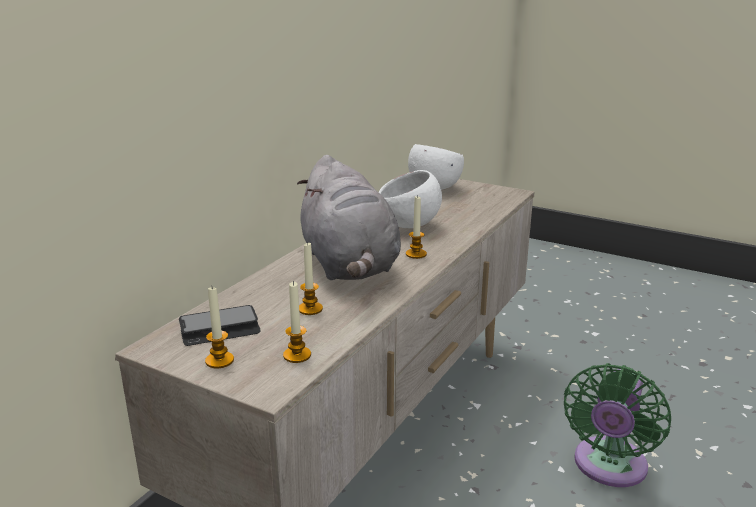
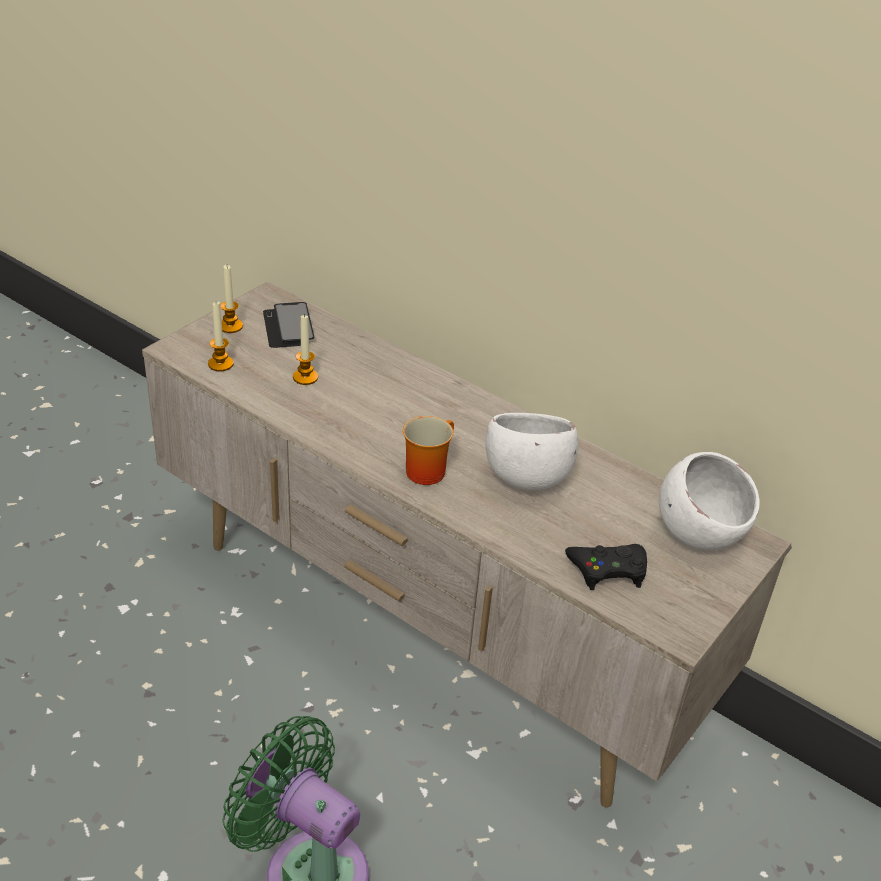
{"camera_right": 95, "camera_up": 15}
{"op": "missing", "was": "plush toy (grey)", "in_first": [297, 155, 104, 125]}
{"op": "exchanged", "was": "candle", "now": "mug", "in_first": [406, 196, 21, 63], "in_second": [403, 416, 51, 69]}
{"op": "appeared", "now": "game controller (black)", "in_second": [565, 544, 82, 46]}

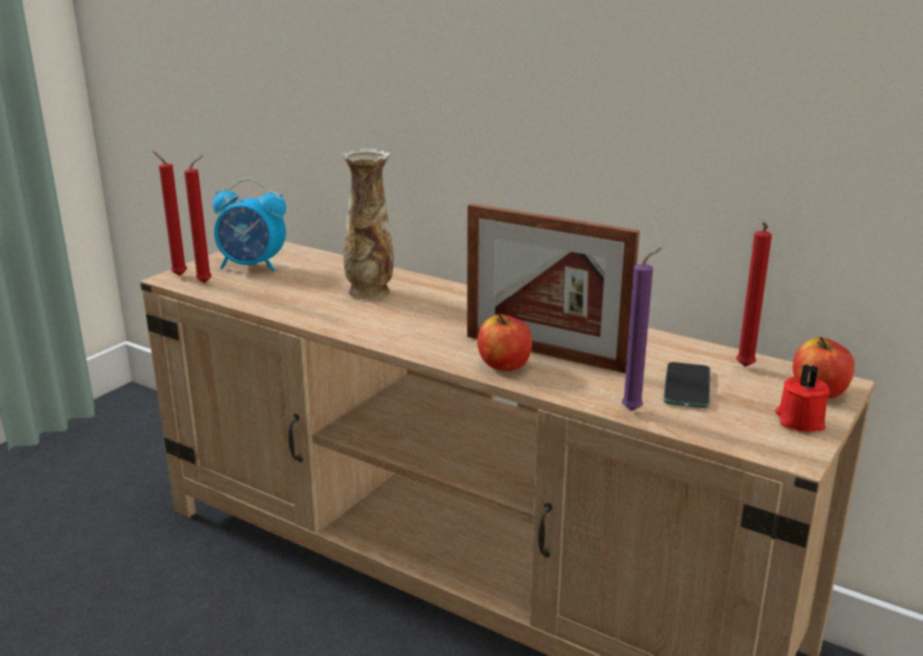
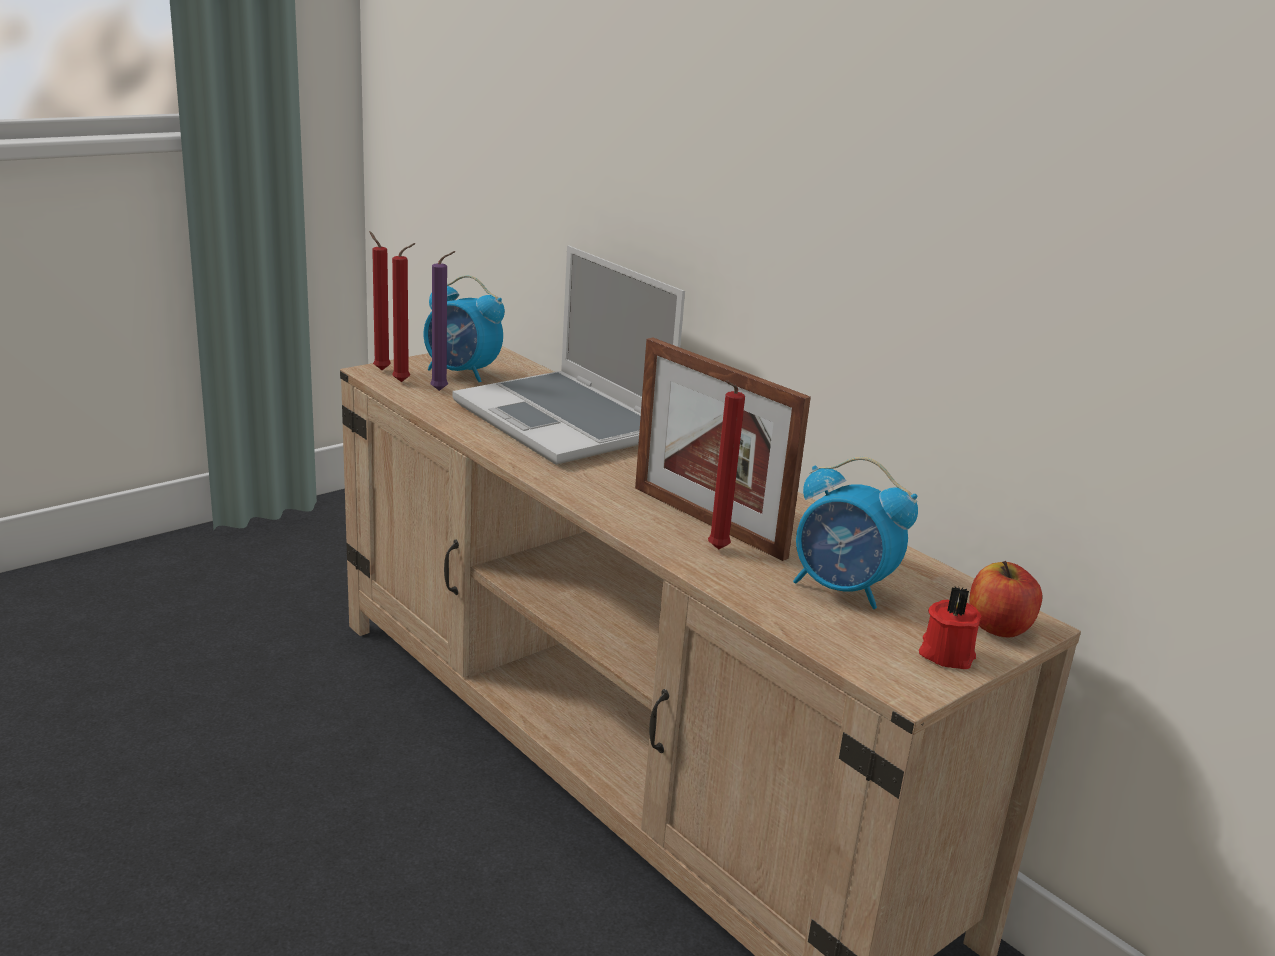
{"camera_right": 15, "camera_up": 0}
{"op": "exchanged", "was": "vase", "now": "laptop", "in_first": [342, 148, 52, 152], "in_second": [452, 245, 233, 220]}
{"op": "relocated", "was": "candle (red)", "in_first": [736, 222, 36, 145], "in_second": [708, 380, 37, 170]}
{"op": "relocated", "was": "candle (purple)", "in_first": [622, 247, 40, 164], "in_second": [430, 251, 26, 140]}
{"op": "missing", "was": "apple", "in_first": [477, 314, 55, 57]}
{"op": "exchanged", "was": "phone", "now": "alarm clock", "in_first": [663, 362, 47, 46], "in_second": [793, 457, 125, 152]}

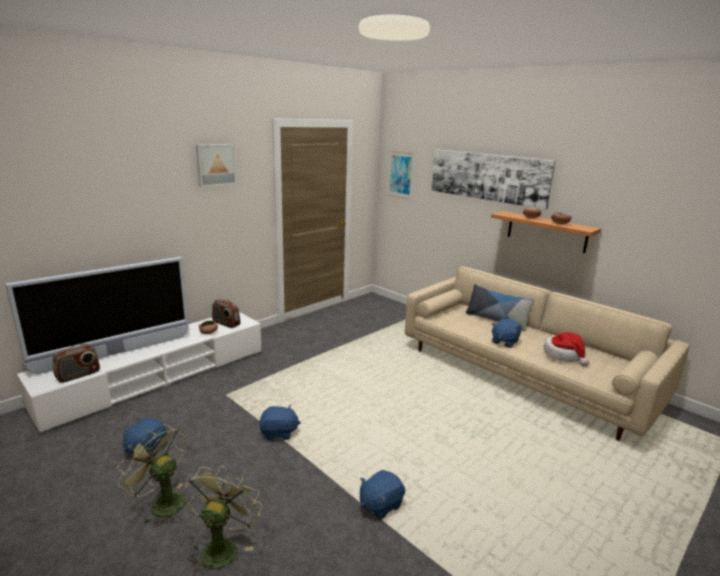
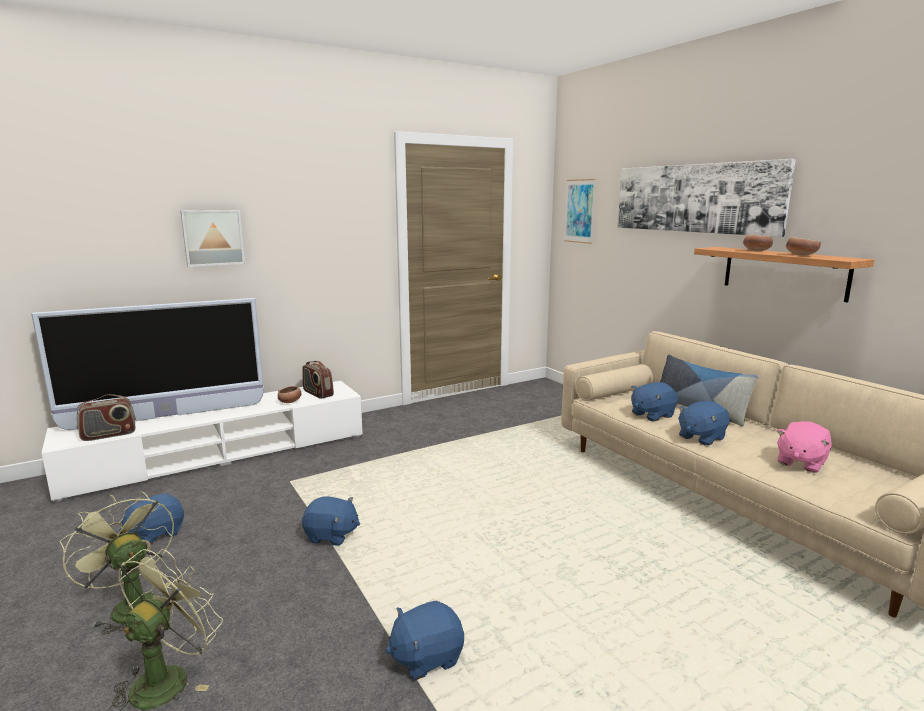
{"camera_right": 15, "camera_up": -5}
{"op": "relocated", "was": "picture", "in_first": [196, 144, 41, 43], "in_second": [180, 210, 65, 57]}
{"op": "exchanged", "was": "hat", "now": "plush toy (pink)", "in_first": [544, 332, 46, 34], "in_second": [777, 421, 55, 52]}
{"op": "appeared", "now": "plush toy (blue)", "in_second": [631, 382, 47, 39]}

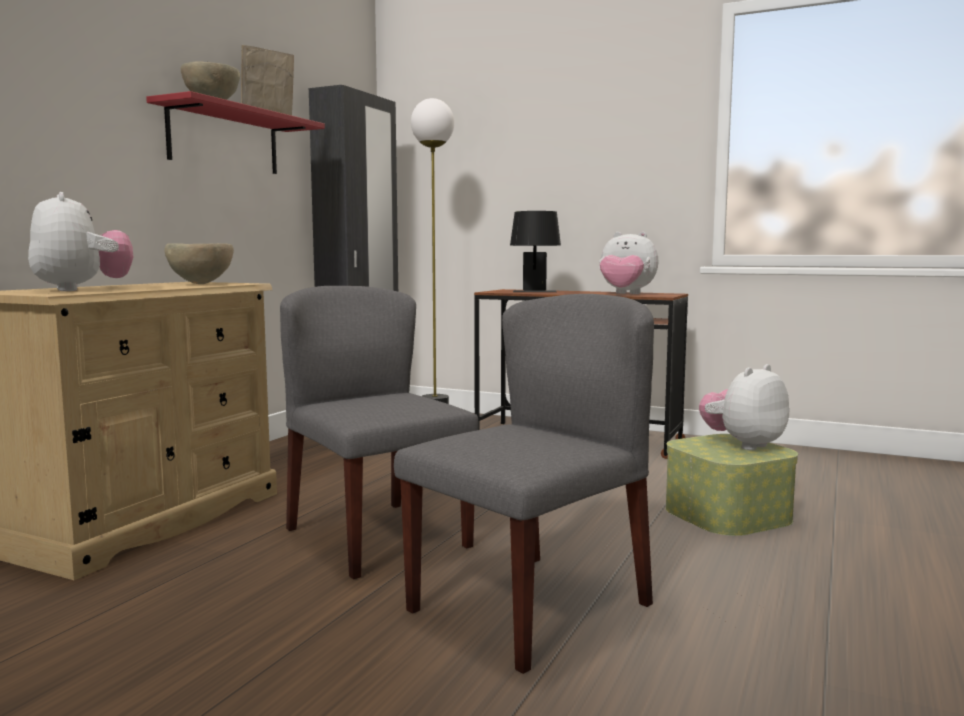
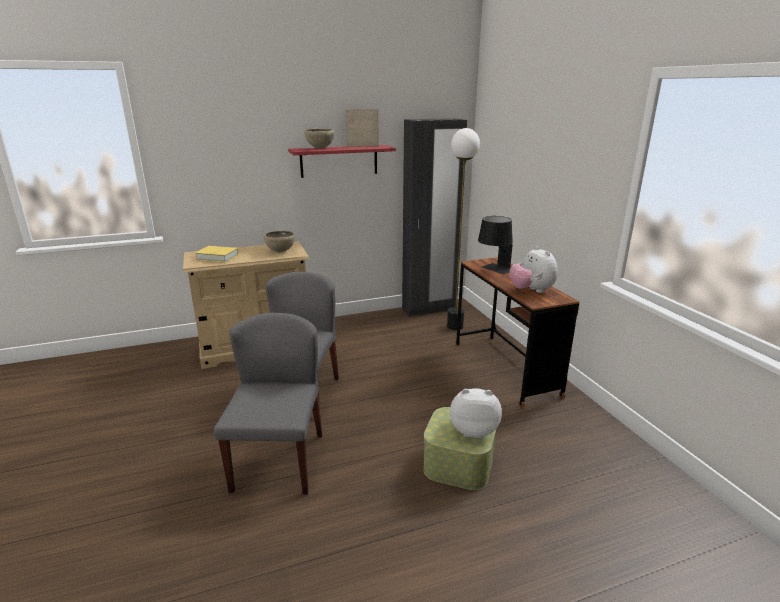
{"camera_right": 45, "camera_up": 15}
{"op": "exchanged", "was": "plush toy", "now": "book (yellow)", "in_first": [28, 192, 105, 99], "in_second": [195, 246, 44, 17]}
{"op": "spun", "was": "chair (grey)", "in_first": [394, 294, 260, 380], "in_second": [213, 313, 109, 181], "clockwise": -90}

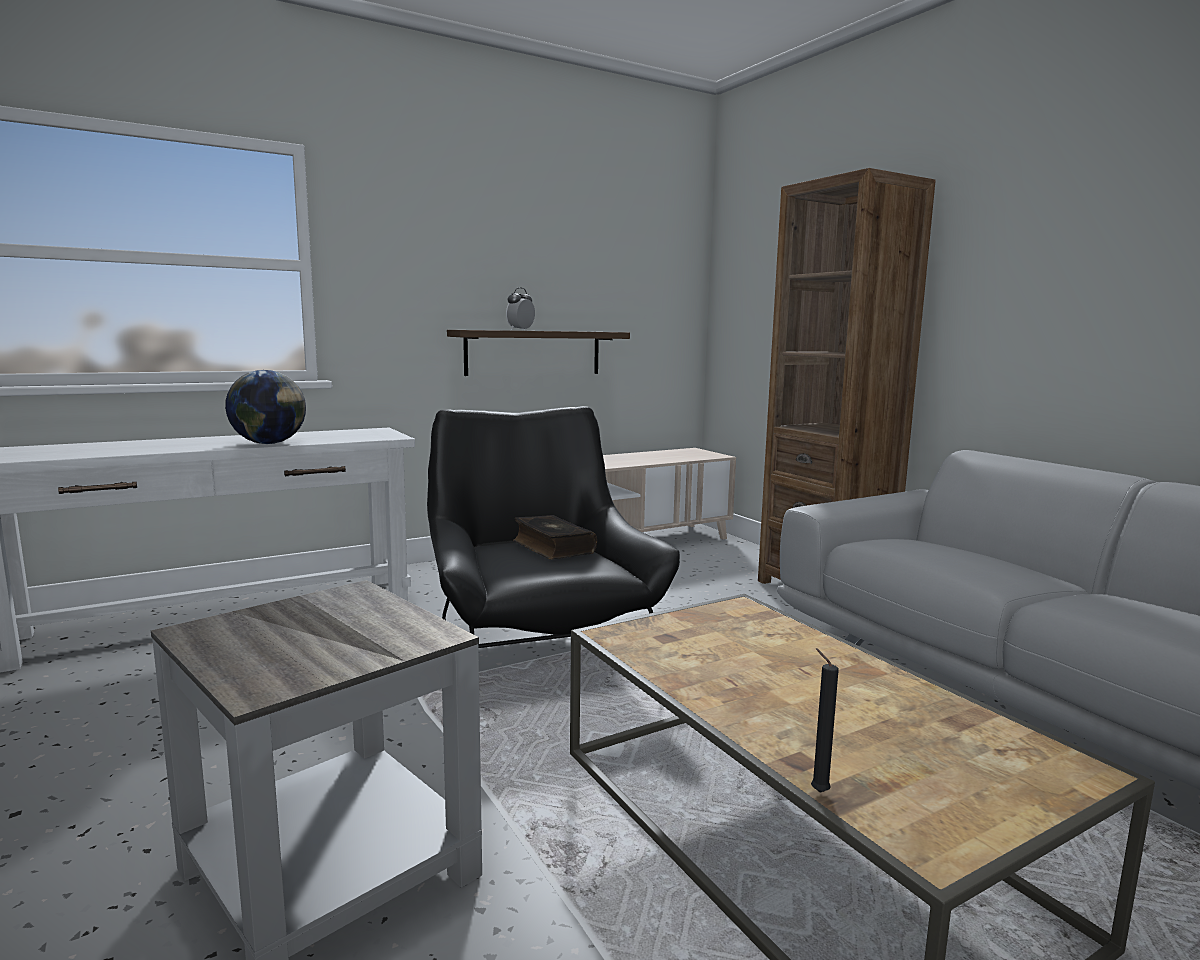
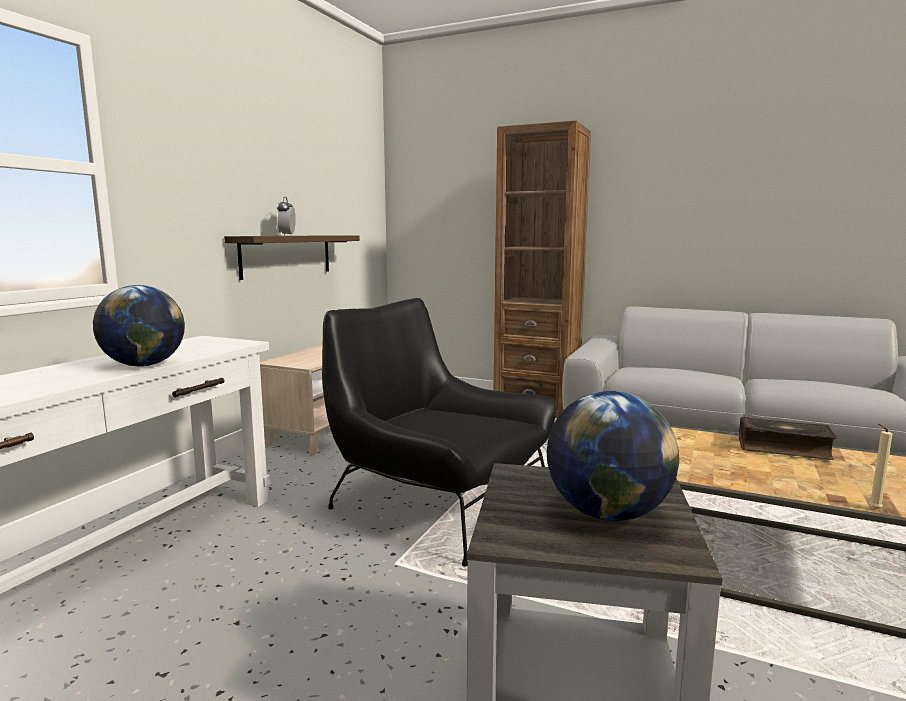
{"camera_right": -35, "camera_up": 0}
{"op": "relocated", "was": "book", "in_first": [513, 515, 84, 45], "in_second": [739, 417, 98, 43]}
{"op": "colour", "was": "candle (black)", "now": "candle (beige)", "in_first": [811, 648, 28, 145], "in_second": [869, 424, 23, 85]}
{"op": "appeared", "now": "globe", "in_second": [547, 391, 132, 130]}

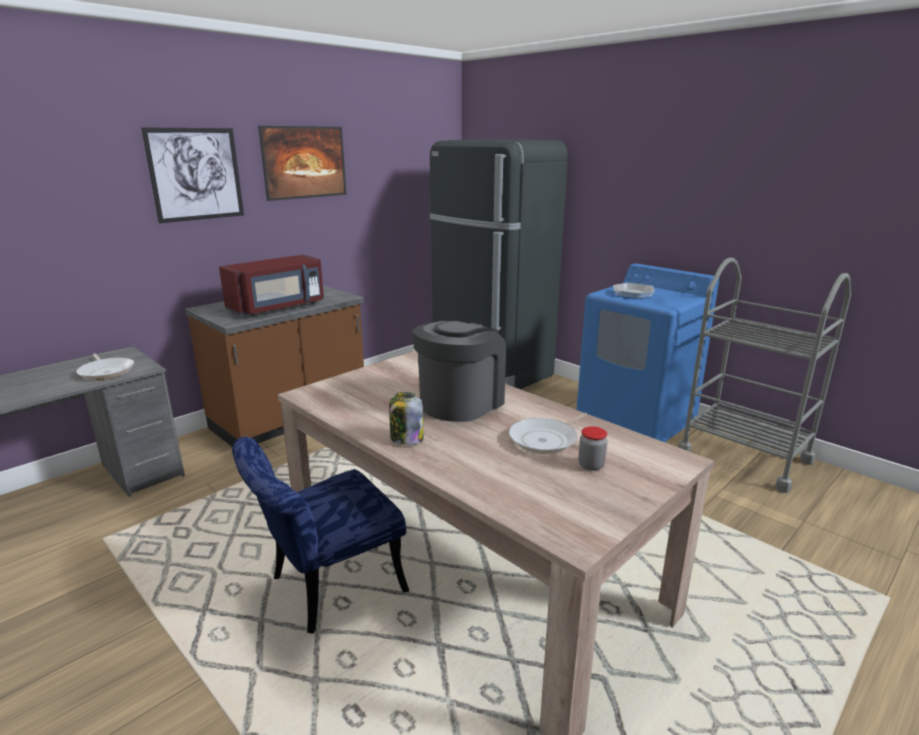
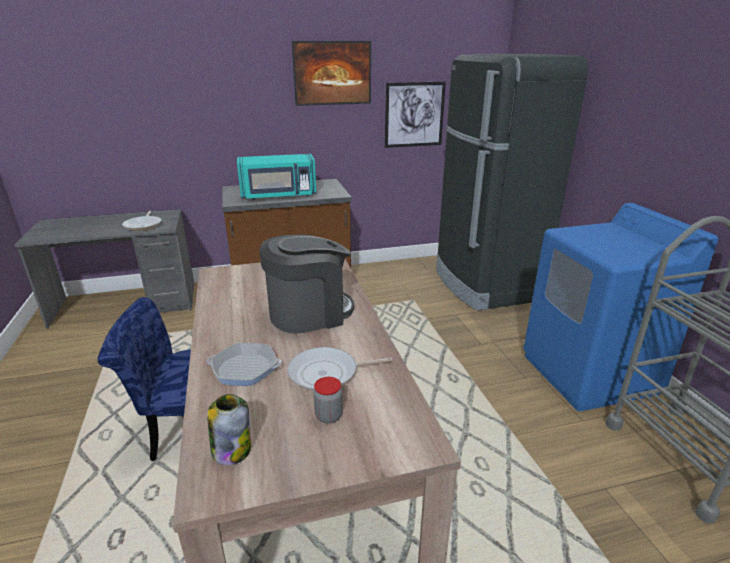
{"camera_right": 30, "camera_up": 5}
{"op": "relocated", "was": "picture", "in_first": [141, 127, 103, 96], "in_second": [385, 82, 61, 66]}
{"op": "colour", "was": "microwave (red)", "now": "microwave (turquoise)", "in_first": [219, 255, 105, 61], "in_second": [237, 154, 79, 46]}
{"op": "relocated", "was": "frying pan", "in_first": [613, 283, 42, 16], "in_second": [207, 343, 75, 43]}
{"op": "relocated", "was": "jar", "in_first": [389, 392, 34, 53], "in_second": [207, 394, 44, 71]}

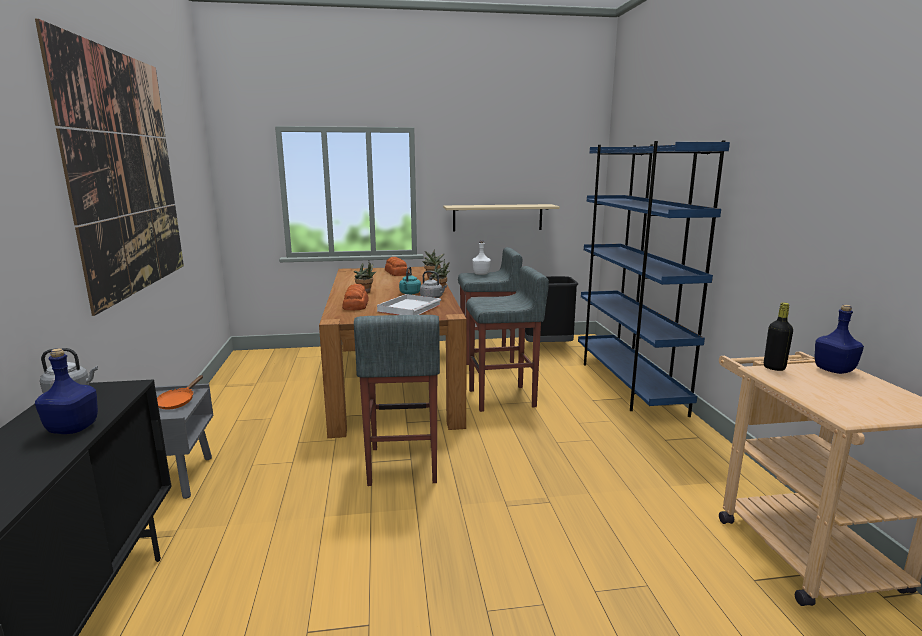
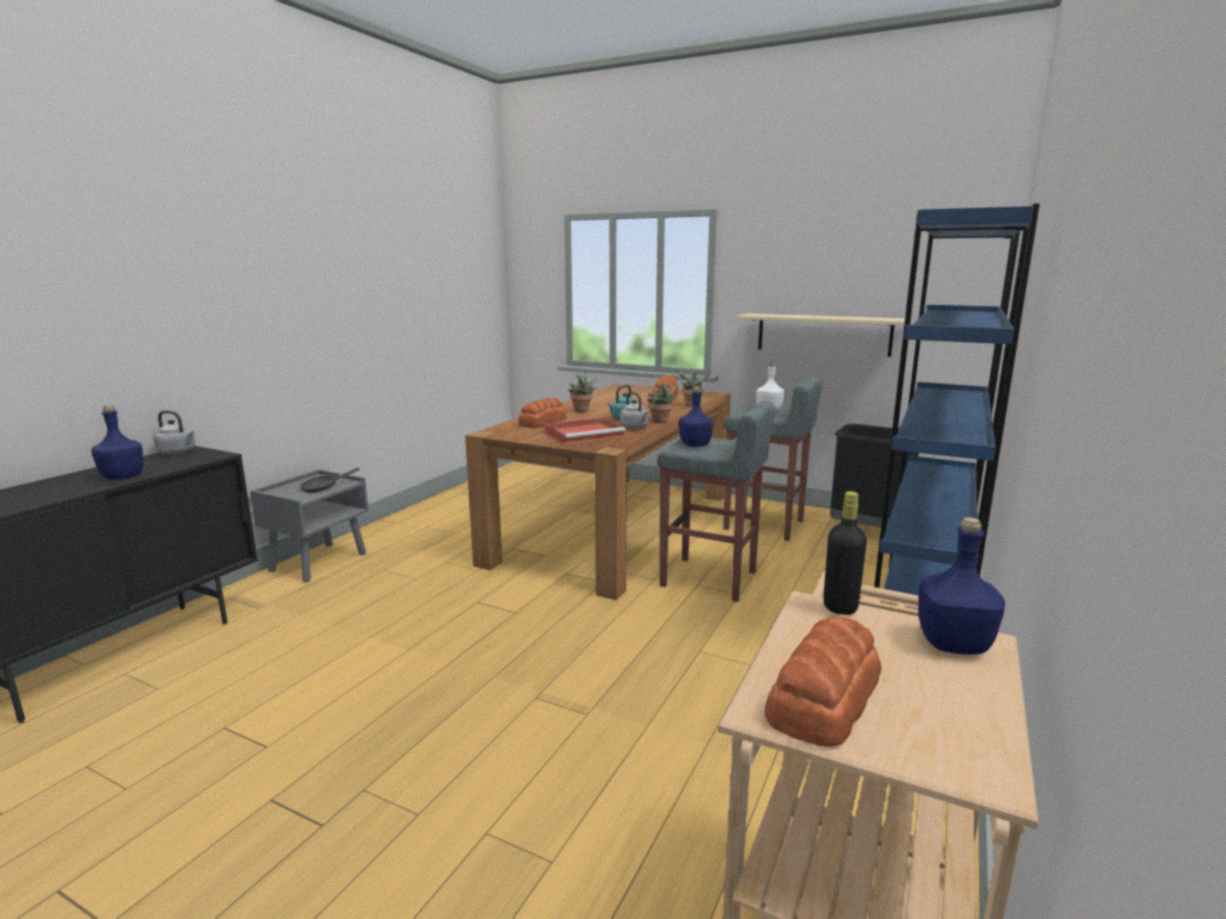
{"camera_right": 35, "camera_up": 0}
{"op": "missing", "was": "picture", "in_first": [35, 19, 149, 297]}
{"op": "colour", "was": "tray (white)", "now": "tray (red)", "in_first": [377, 294, 64, 21], "in_second": [544, 417, 81, 27]}
{"op": "missing", "was": "stool (grey)", "in_first": [354, 315, 86, 171]}
{"op": "colour", "was": "frying pan (orange)", "now": "frying pan (black)", "in_first": [157, 375, 46, 35], "in_second": [300, 468, 59, 25]}
{"op": "appeared", "now": "bottle (blue)", "in_second": [679, 387, 34, 60]}
{"op": "appeared", "now": "bread", "in_second": [764, 616, 118, 131]}

